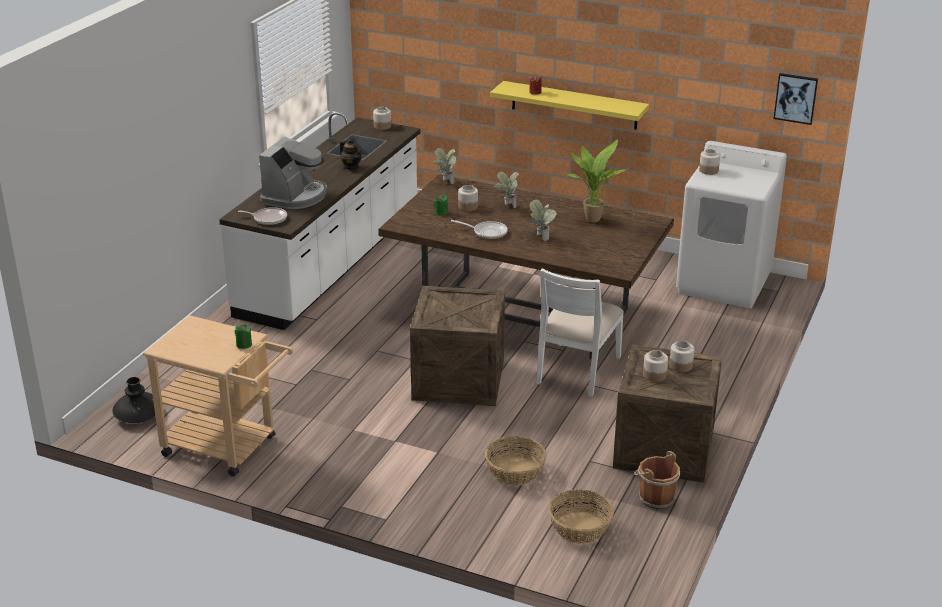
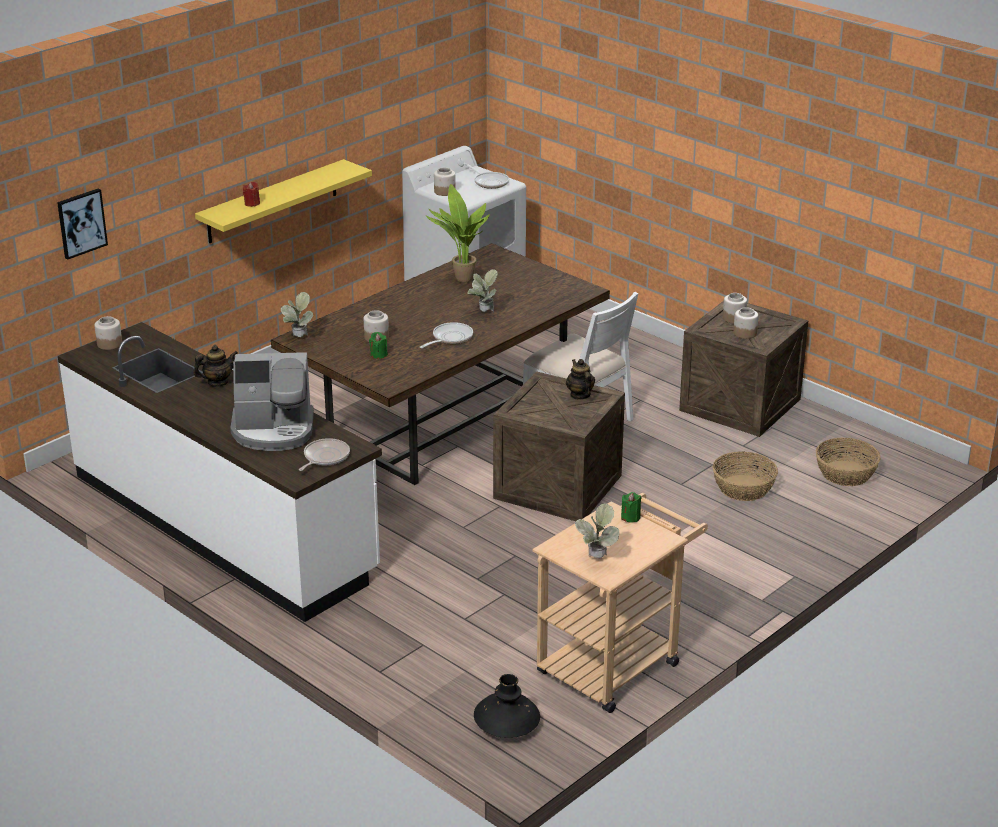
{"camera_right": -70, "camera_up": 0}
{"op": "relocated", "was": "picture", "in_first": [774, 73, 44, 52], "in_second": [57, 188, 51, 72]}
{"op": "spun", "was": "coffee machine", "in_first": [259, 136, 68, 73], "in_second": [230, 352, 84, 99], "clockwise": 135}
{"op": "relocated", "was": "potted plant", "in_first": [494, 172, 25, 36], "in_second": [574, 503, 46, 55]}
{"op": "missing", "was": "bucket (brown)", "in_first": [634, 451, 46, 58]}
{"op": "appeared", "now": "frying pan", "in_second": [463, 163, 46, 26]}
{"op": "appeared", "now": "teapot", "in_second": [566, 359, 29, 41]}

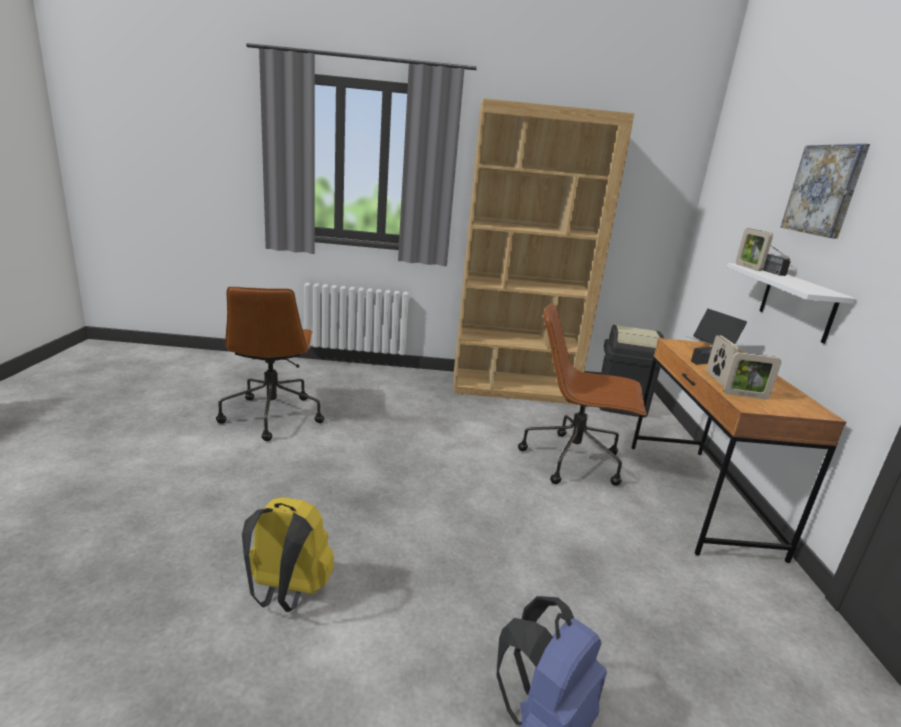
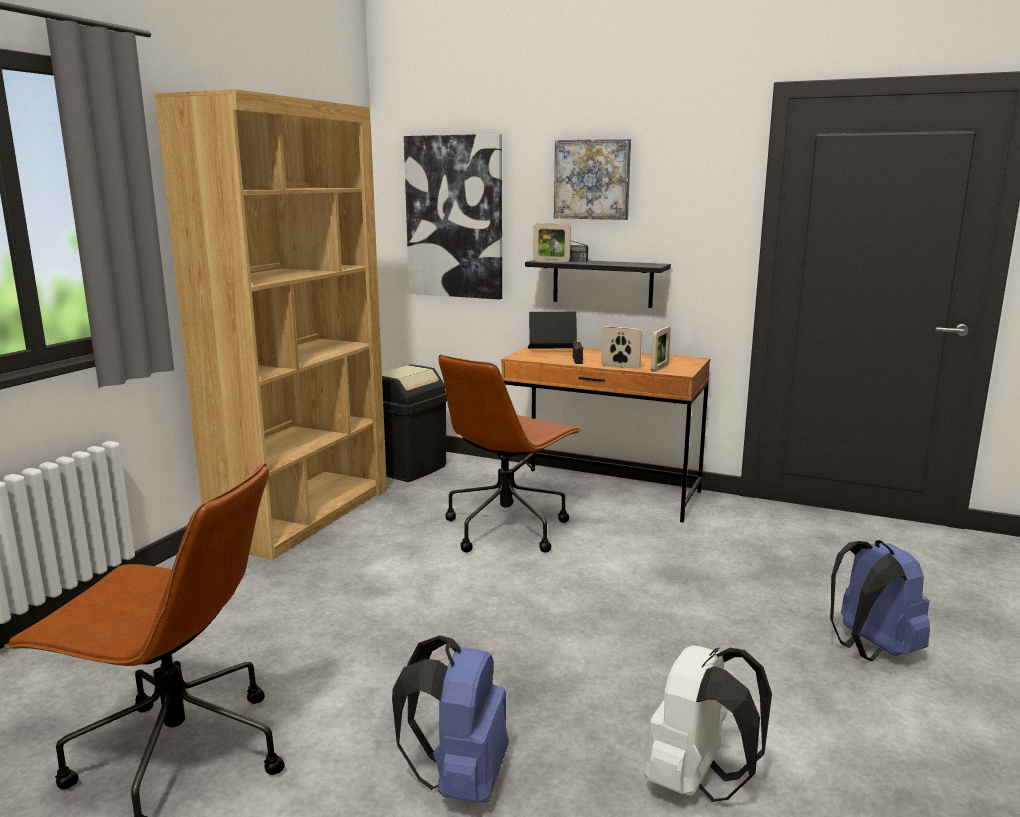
{"camera_right": -65, "camera_up": -5}
{"op": "colour", "was": "shelf (white)", "now": "shelf (black)", "in_first": [726, 263, 130, 80], "in_second": [525, 260, 146, 48]}
{"op": "colour", "was": "backpack (yellow)", "now": "backpack (white)", "in_first": [242, 497, 92, 115], "in_second": [644, 645, 128, 157]}
{"op": "appeared", "now": "picture", "in_second": [404, 134, 98, 166]}
{"op": "appeared", "now": "backpack (blue)", "in_second": [392, 635, 117, 168]}

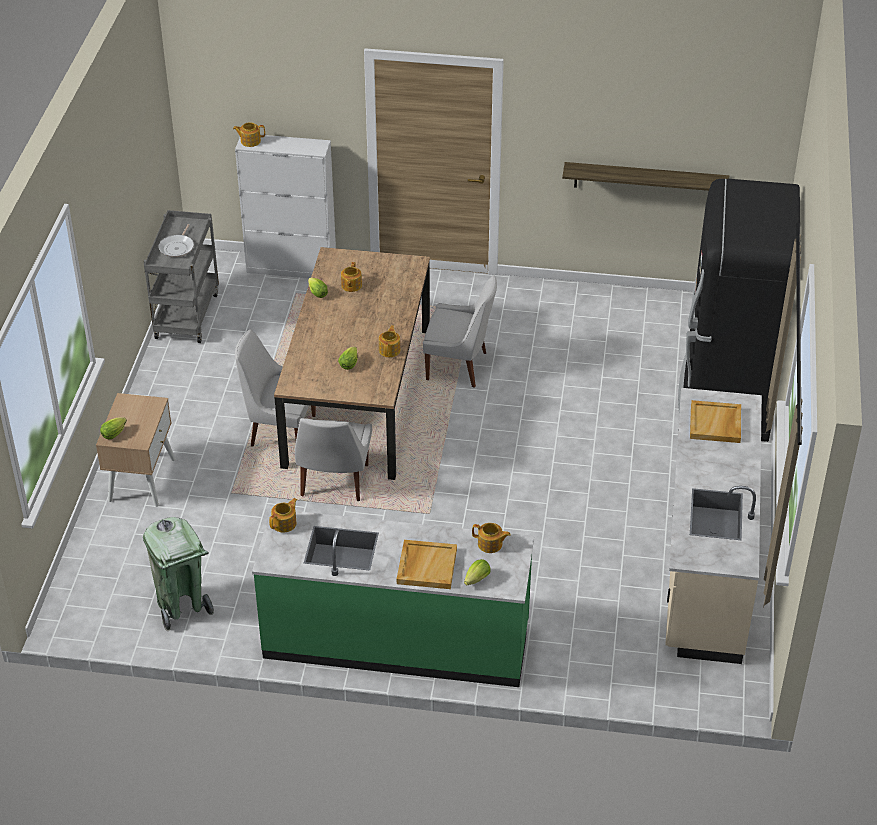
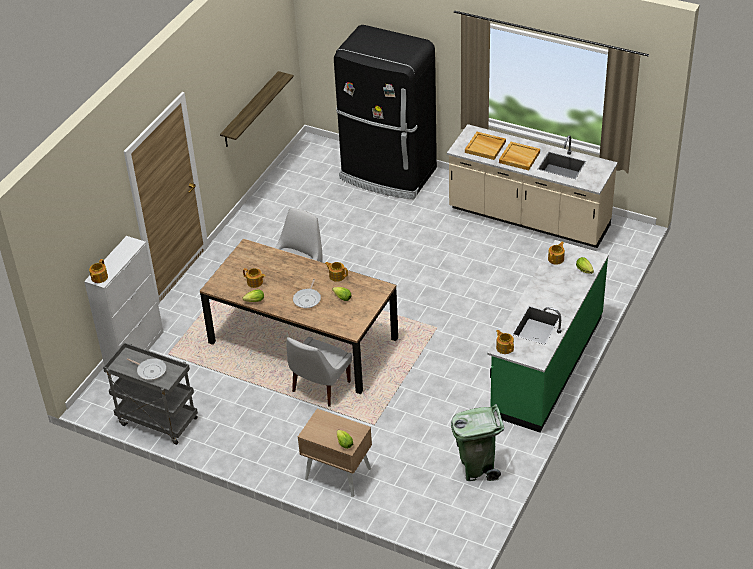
{"camera_right": -70, "camera_up": 0}
{"op": "missing", "was": "chair (white)", "in_first": [295, 418, 77, 83]}
{"op": "relocated", "was": "tray (beige)", "in_first": [397, 540, 60, 49], "in_second": [499, 142, 41, 28]}
{"op": "appeared", "now": "frying pan", "in_second": [293, 279, 28, 29]}

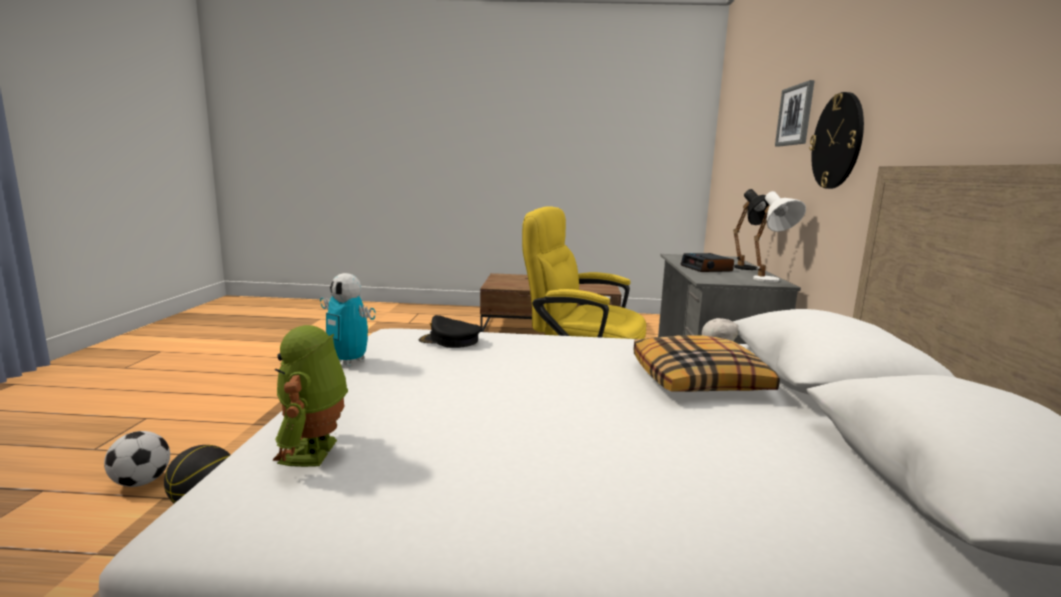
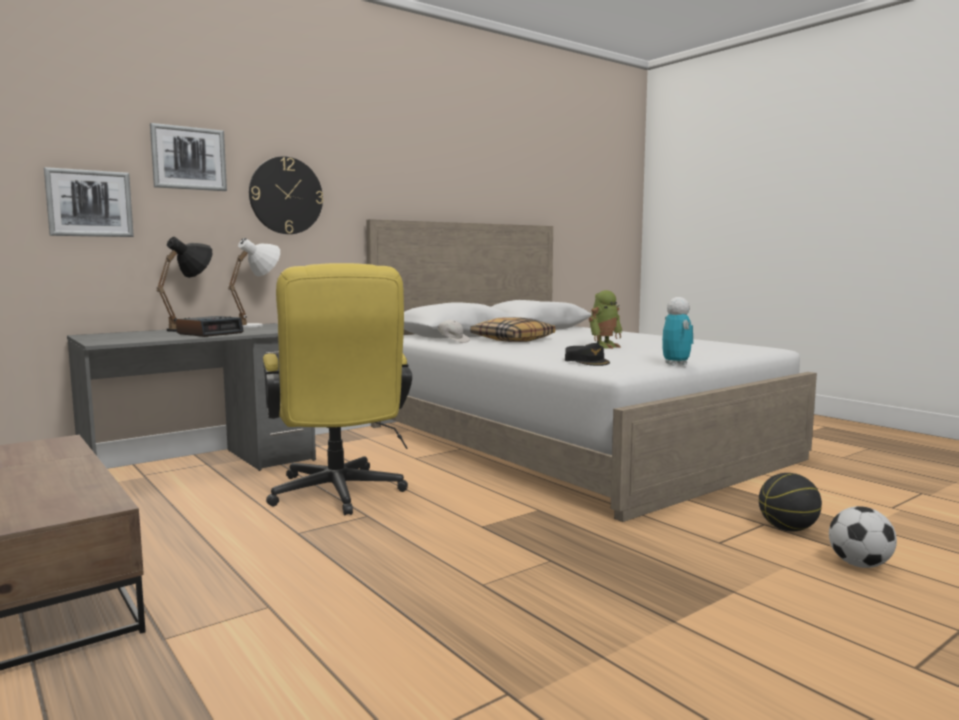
{"camera_right": -130, "camera_up": -5}
{"op": "relocated", "was": "toy robot", "in_first": [272, 325, 76, 142], "in_second": [589, 290, 33, 59]}
{"op": "appeared", "now": "picture", "in_second": [44, 167, 90, 70]}

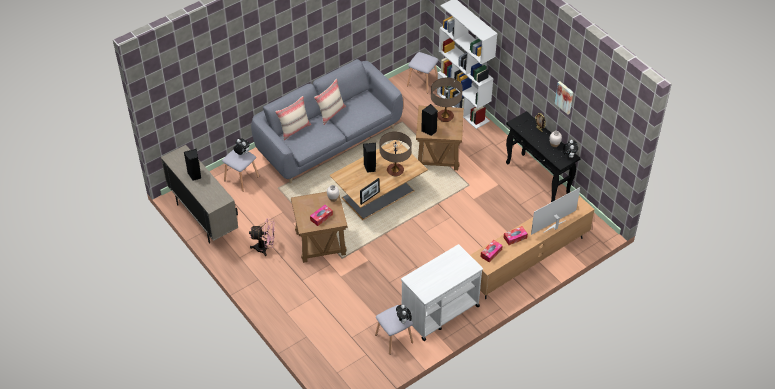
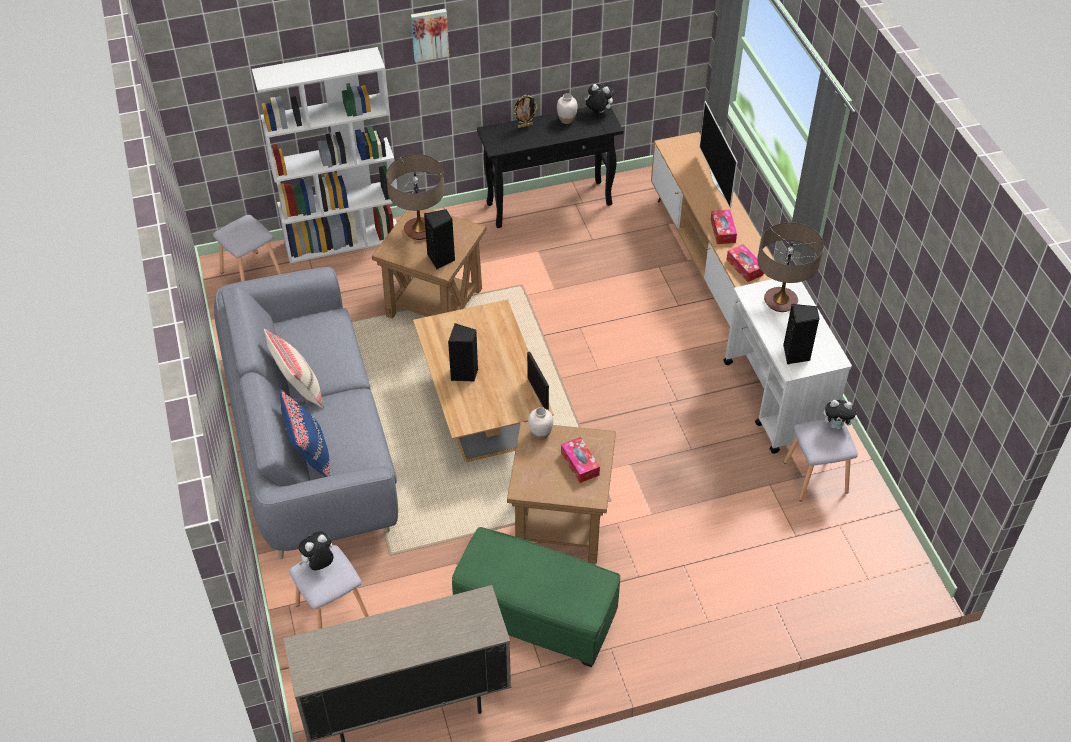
{"camera_right": -70, "camera_up": 0}
{"op": "relocated", "was": "picture", "in_first": [555, 81, 18, 34], "in_second": [411, 9, 38, 53]}
{"op": "colour", "was": "pillow (beige)", "now": "pillow (blue)", "in_first": [275, 96, 37, 44], "in_second": [280, 390, 50, 87]}
{"op": "relocated", "was": "table lamp", "in_first": [380, 132, 32, 44], "in_second": [757, 222, 67, 90]}
{"op": "relocated", "was": "speaker (black)", "in_first": [184, 149, 17, 32], "in_second": [783, 304, 37, 61]}
{"op": "exchanged", "was": "fan (pink)", "now": "ottoman (green)", "in_first": [249, 219, 26, 37], "in_second": [452, 527, 168, 140]}

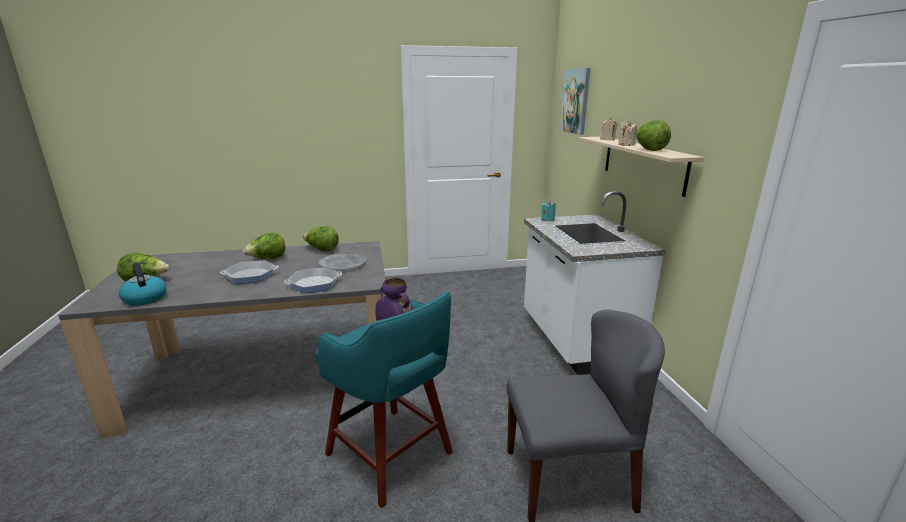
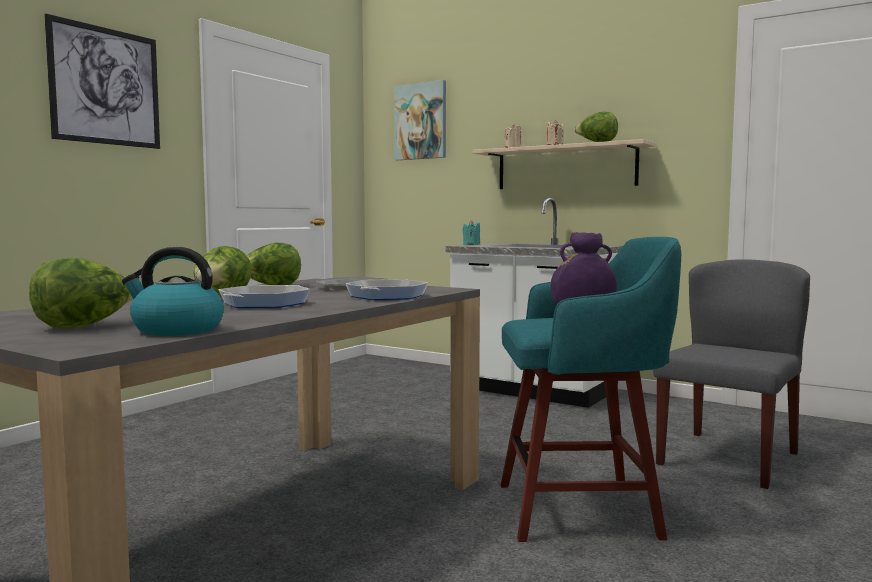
{"camera_right": -45, "camera_up": -15}
{"op": "appeared", "now": "picture", "in_second": [44, 14, 116, 135]}

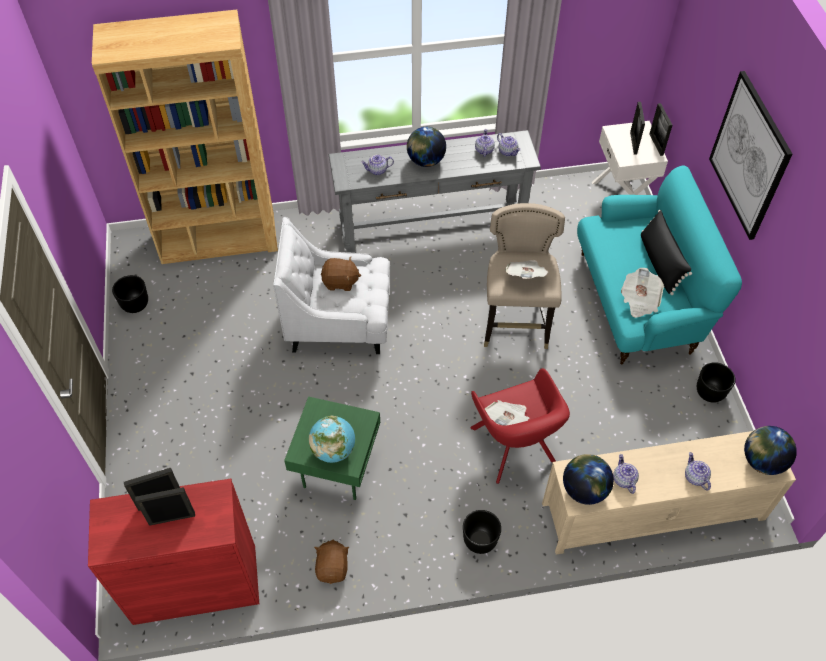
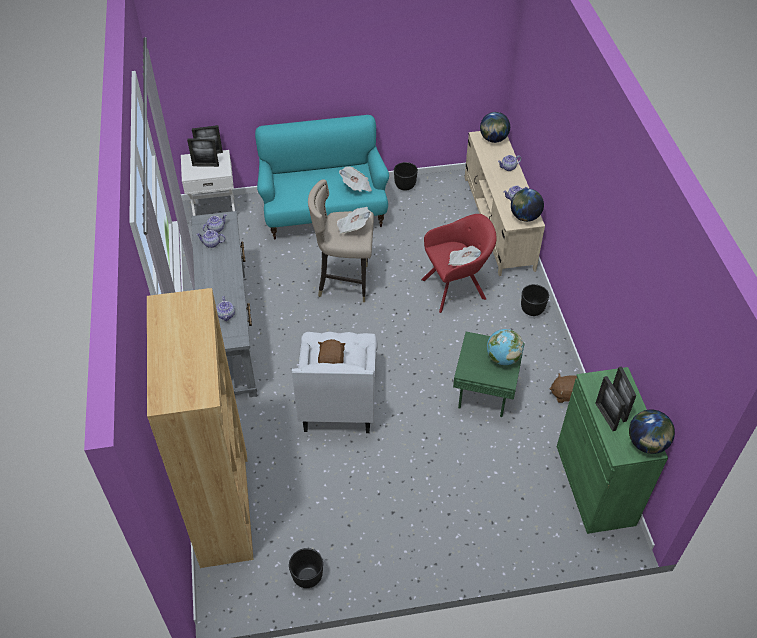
{"camera_right": -90, "camera_up": -5}
{"op": "missing", "was": "picture", "in_first": [709, 71, 83, 169]}
{"op": "relocated", "was": "globe", "in_first": [407, 127, 39, 40], "in_second": [629, 410, 46, 44]}
{"op": "missing", "was": "pillow (black)", "in_first": [641, 210, 51, 85]}
{"op": "colour", "was": "cabinet (red)", "now": "cabinet (green)", "in_first": [88, 479, 171, 146], "in_second": [557, 367, 111, 167]}

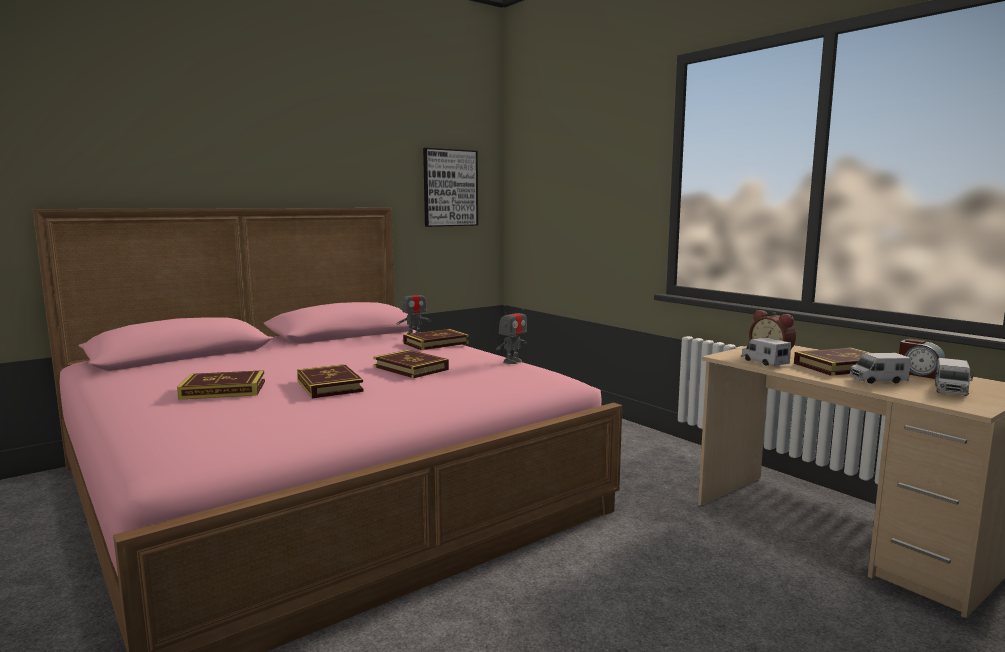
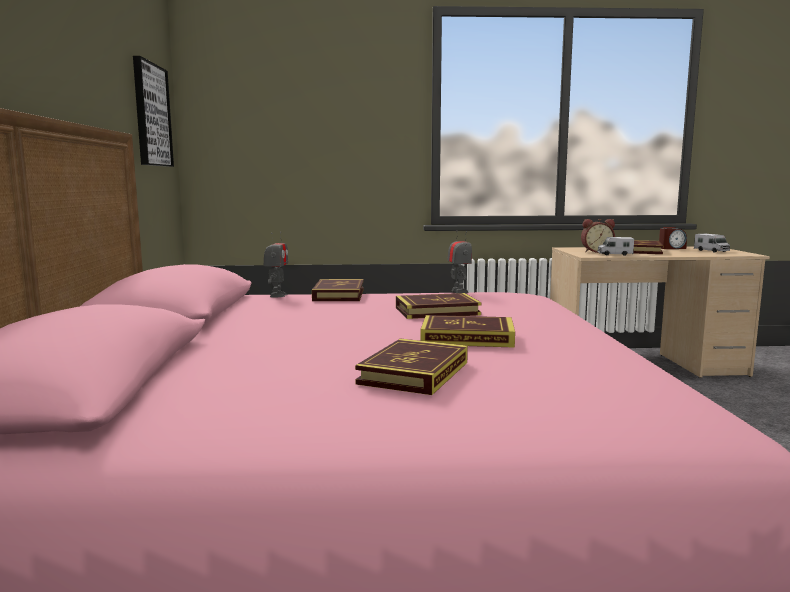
{"camera_right": -55, "camera_up": 0}
{"op": "missing", "was": "toy truck", "in_first": [849, 353, 62, 31]}

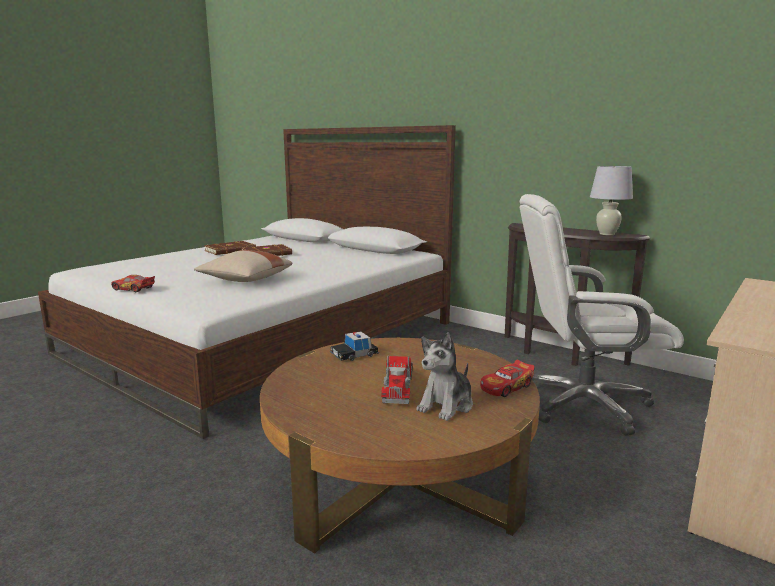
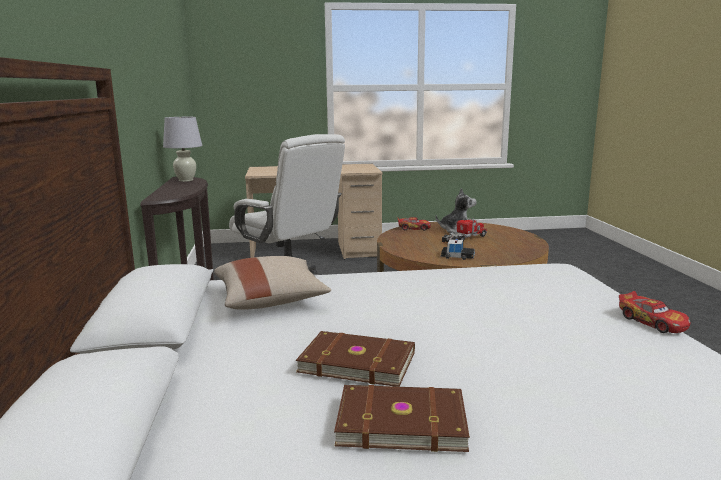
{"camera_right": -135, "camera_up": 0}
{"op": "relocated", "was": "pillow (beige)", "in_first": [194, 250, 98, 32], "in_second": [214, 256, 117, 54]}

